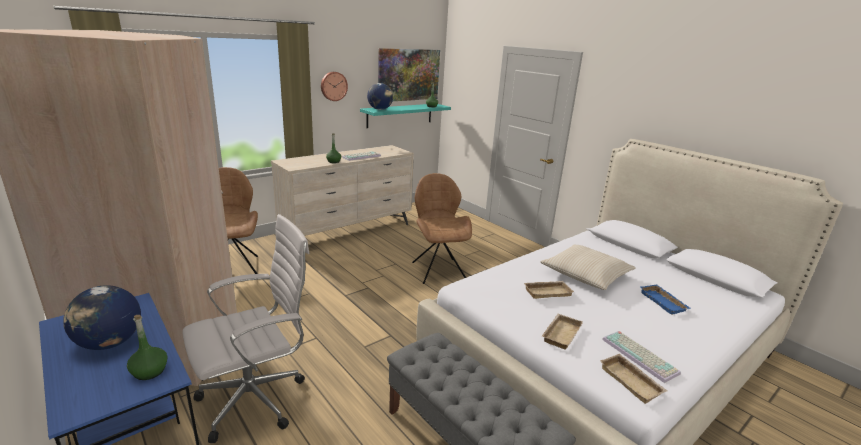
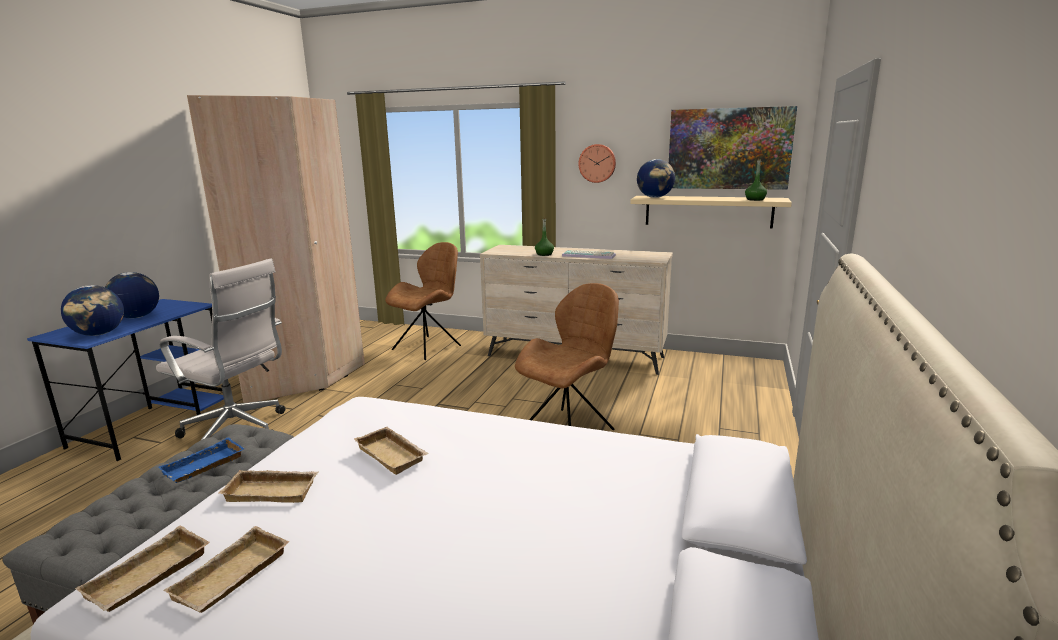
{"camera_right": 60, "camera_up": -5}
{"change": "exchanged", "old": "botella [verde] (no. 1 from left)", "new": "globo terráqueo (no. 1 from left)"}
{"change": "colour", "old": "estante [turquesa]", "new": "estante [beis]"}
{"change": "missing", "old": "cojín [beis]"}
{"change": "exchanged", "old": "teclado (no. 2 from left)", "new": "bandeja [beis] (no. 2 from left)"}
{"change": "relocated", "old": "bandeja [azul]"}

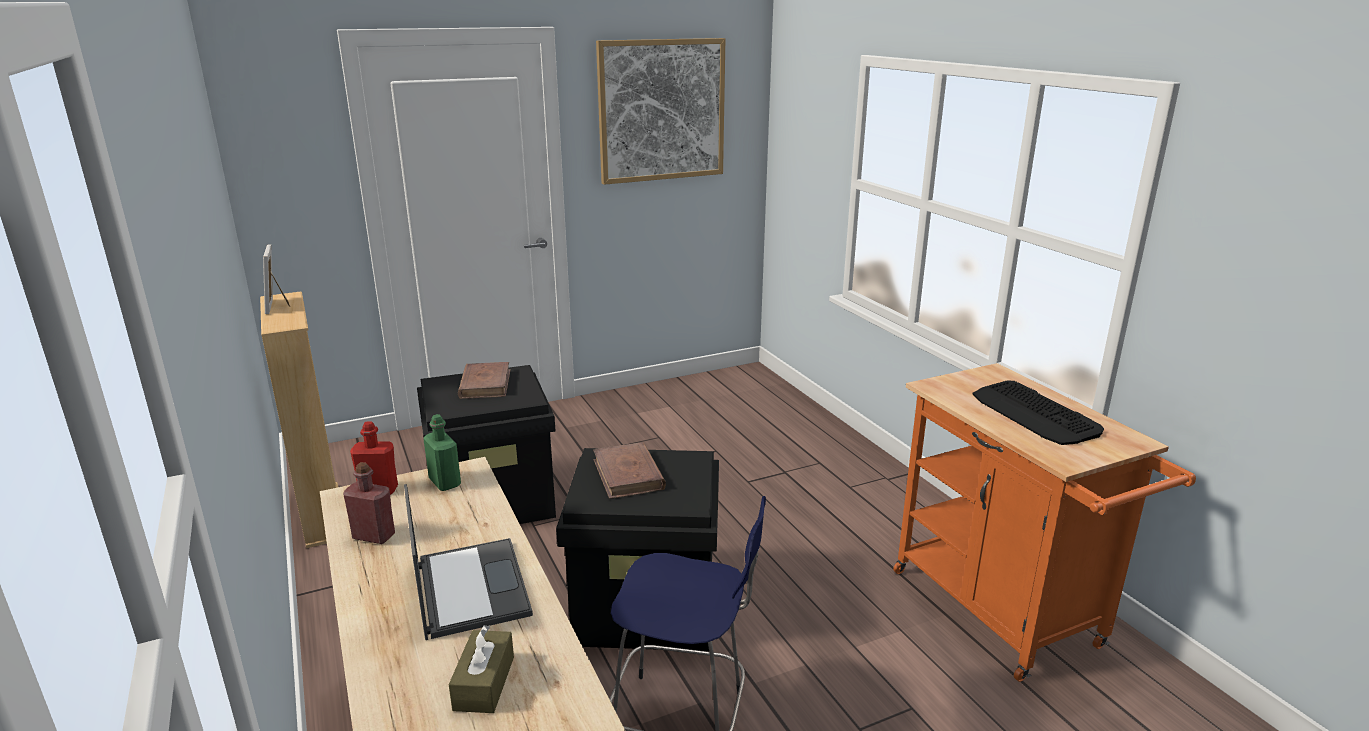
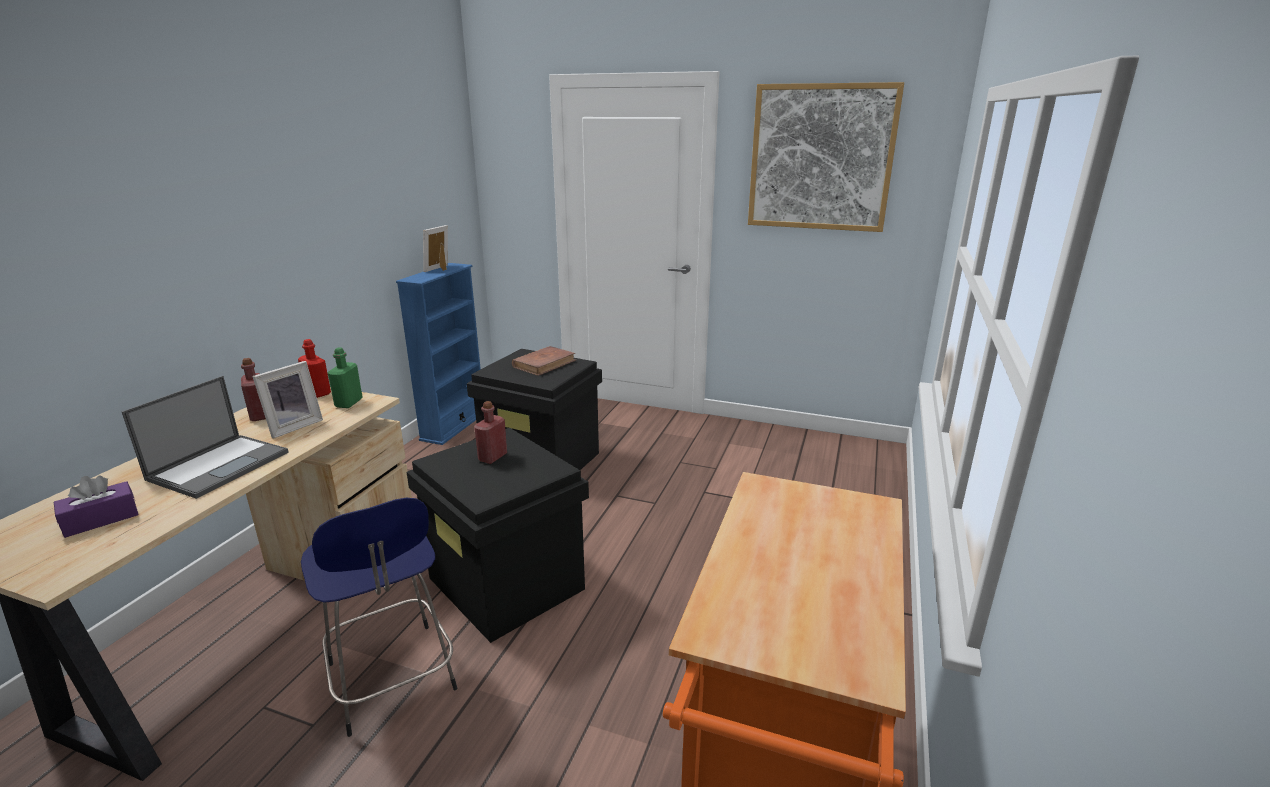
{"camera_right": 45, "camera_up": 0}
{"change": "colour", "old": "estantería [beis]", "new": "estantería [azul]"}
{"change": "colour", "old": "caja de pañuelos [marrón]", "new": "caja de pañuelos [morado]"}
{"change": "exchanged", "old": "libro [marrón] (no. 2 from left)", "new": "botella [rojo] (no. 3 from left)"}
{"change": "missing", "old": "teclado"}
{"change": "appeared", "new": "portarretratos (no. 1 from left)"}

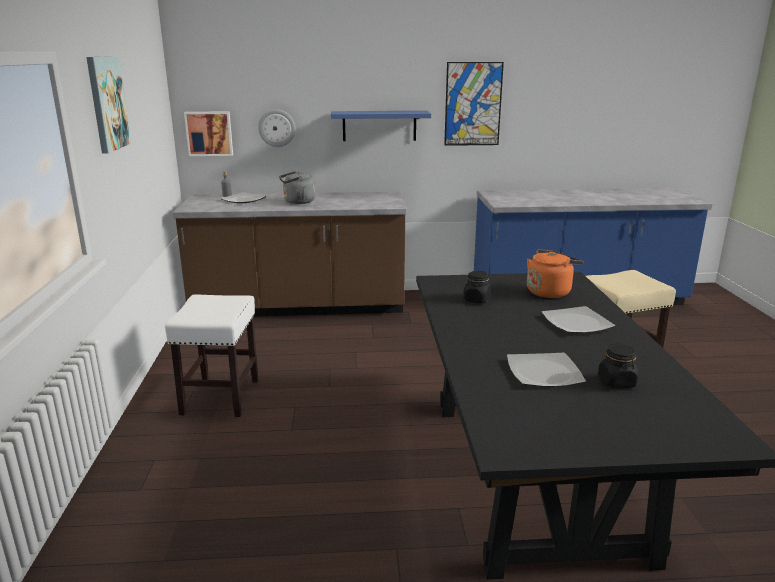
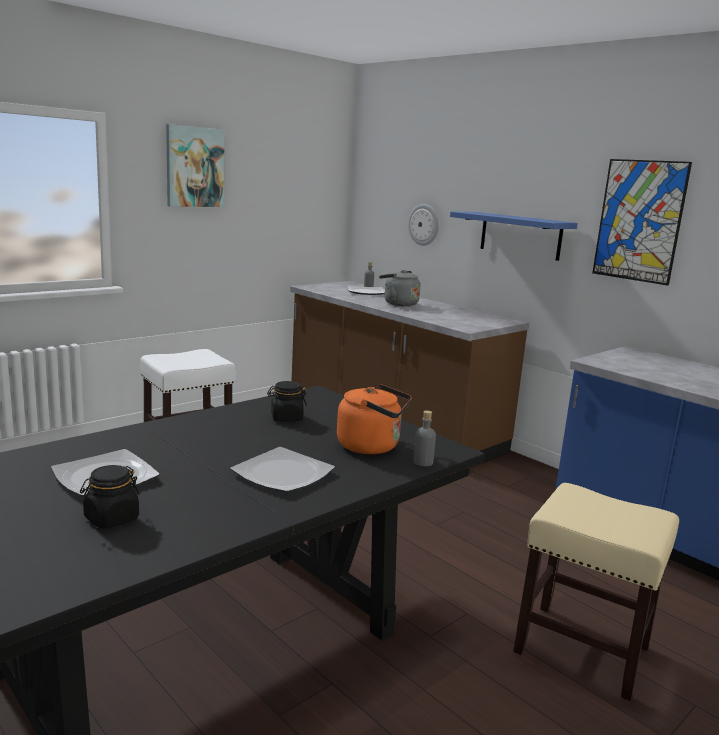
{"camera_right": 50, "camera_up": -5}
{"change": "missing", "old": "cuadro (no. 2 from left)"}
{"change": "appeared", "new": "botella [gris] (no. 2 from left)"}

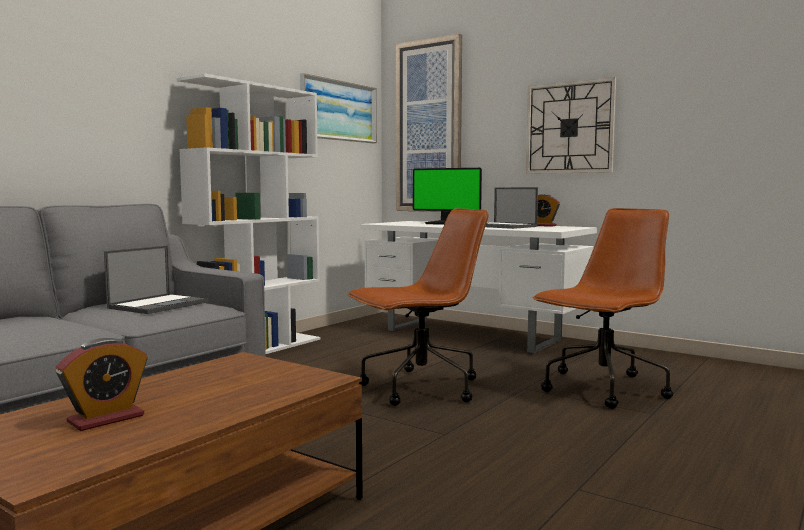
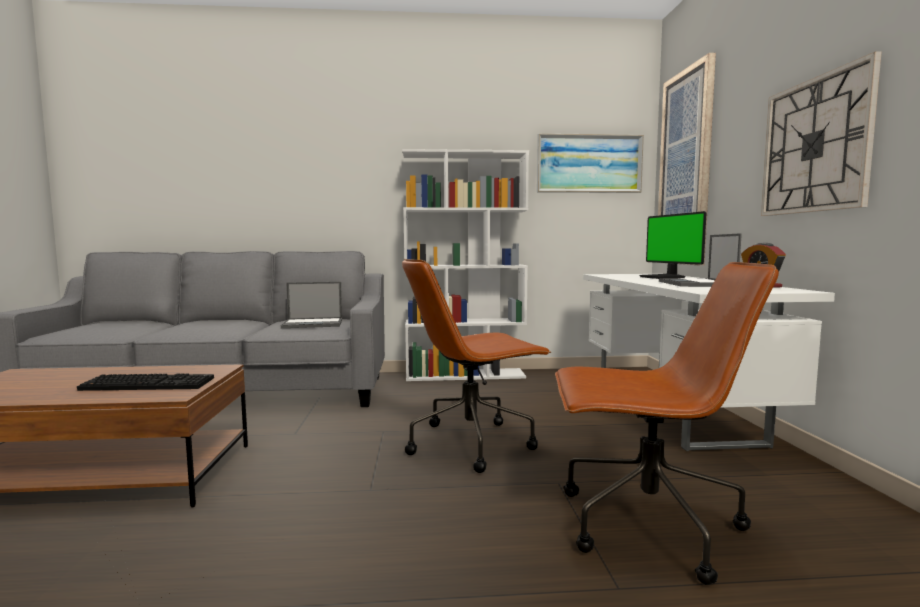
{"camera_right": 50, "camera_up": 0}
{"change": "missing", "old": "despertador (no. 1 from left)"}
{"change": "spun", "old": "silla de oficina [marrón] (no. 1 from left)", "degrees": 135}
{"change": "appeared", "new": "teclado"}

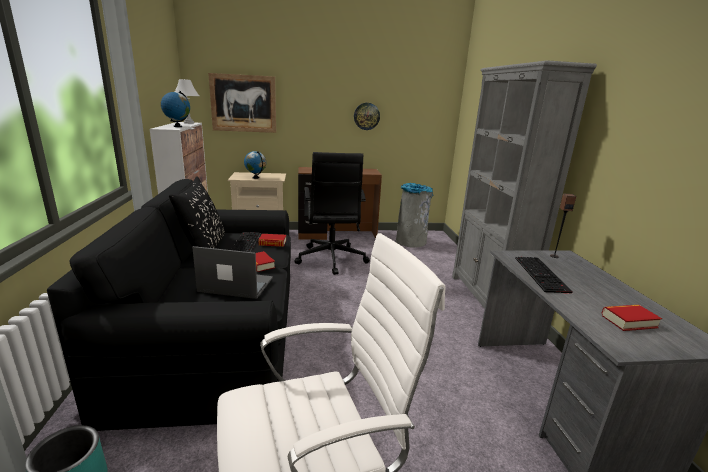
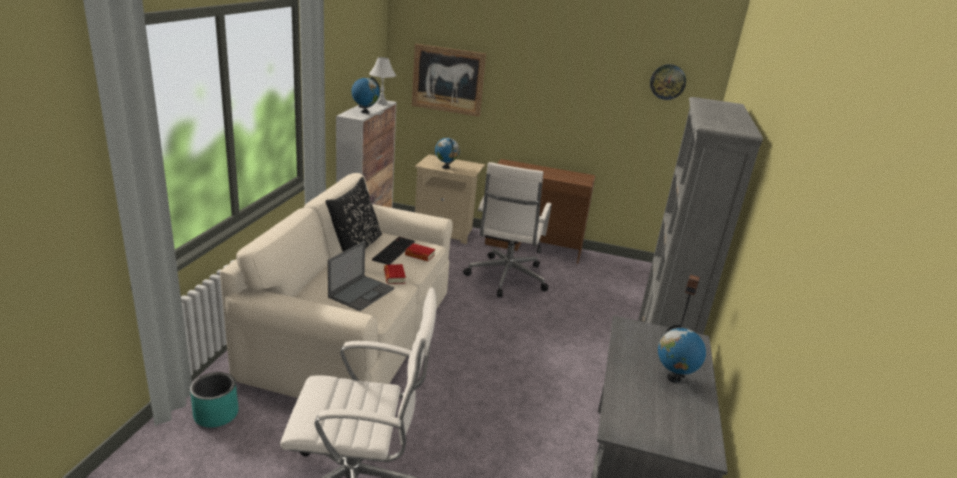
{"camera_right": 20, "camera_up": 5}
{"change": "colour", "old": "sofá [negro]", "new": "sofá [beis]"}
{"change": "spun", "old": "portátil", "degrees": 90}
{"change": "colour", "old": "silla de oficina [negro]", "new": "silla de oficina [blanco] (no. 2 from left)"}
{"change": "relocated", "old": "reloj de pared"}
{"change": "missing", "old": "papelera [gris]"}
{"change": "missing", "old": "teclado (no. 2 from left)"}
{"change": "missing", "old": "libro (no. 3 from left)"}
{"change": "appeared", "new": "globo terráqueo (no. 3 from left)"}

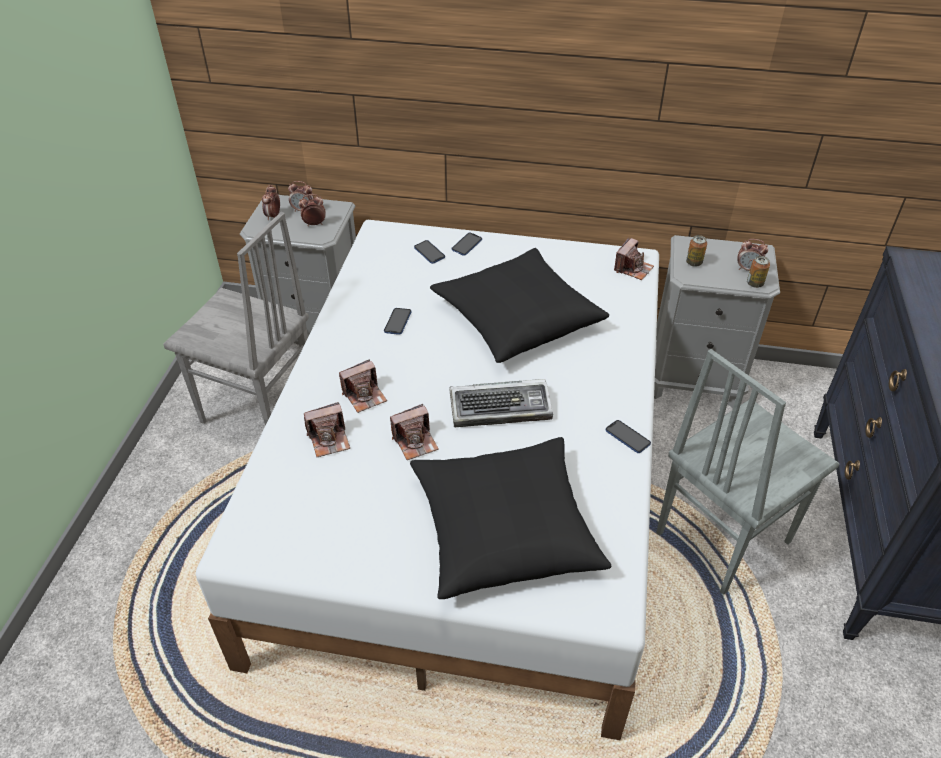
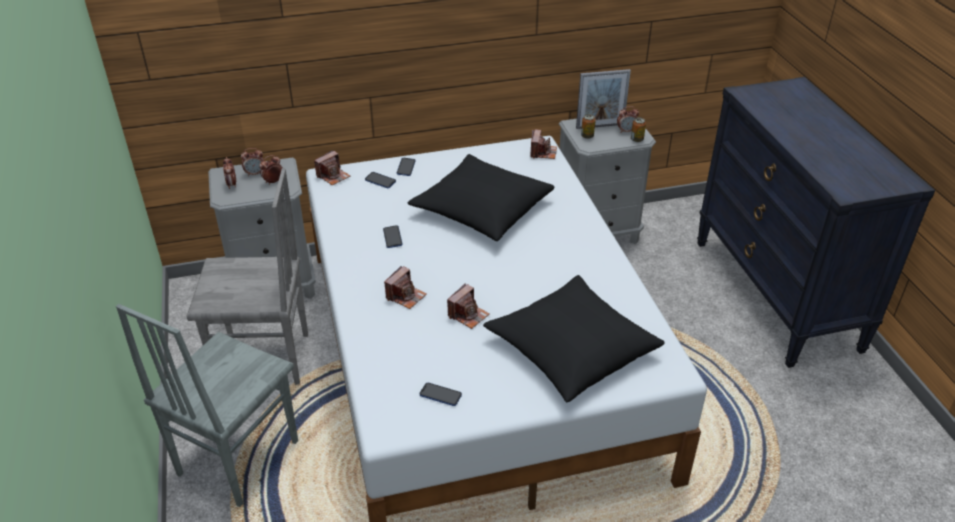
{"camera_right": -25, "camera_up": -5}
{"change": "relocated", "old": "cámara (no. 1 from left)"}
{"change": "missing", "old": "teclado"}
{"change": "relocated", "old": "móvil (no. 4 from left)"}
{"change": "relocated", "old": "silla [gris] (no. 2 from left in the first image)", "new": "silla [gris] (no. 1 from left)"}
{"change": "appeared", "new": "portarretratos"}

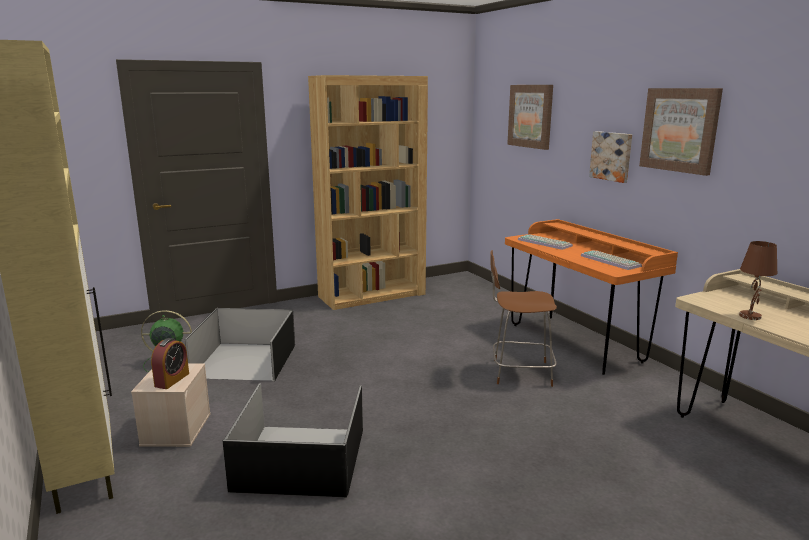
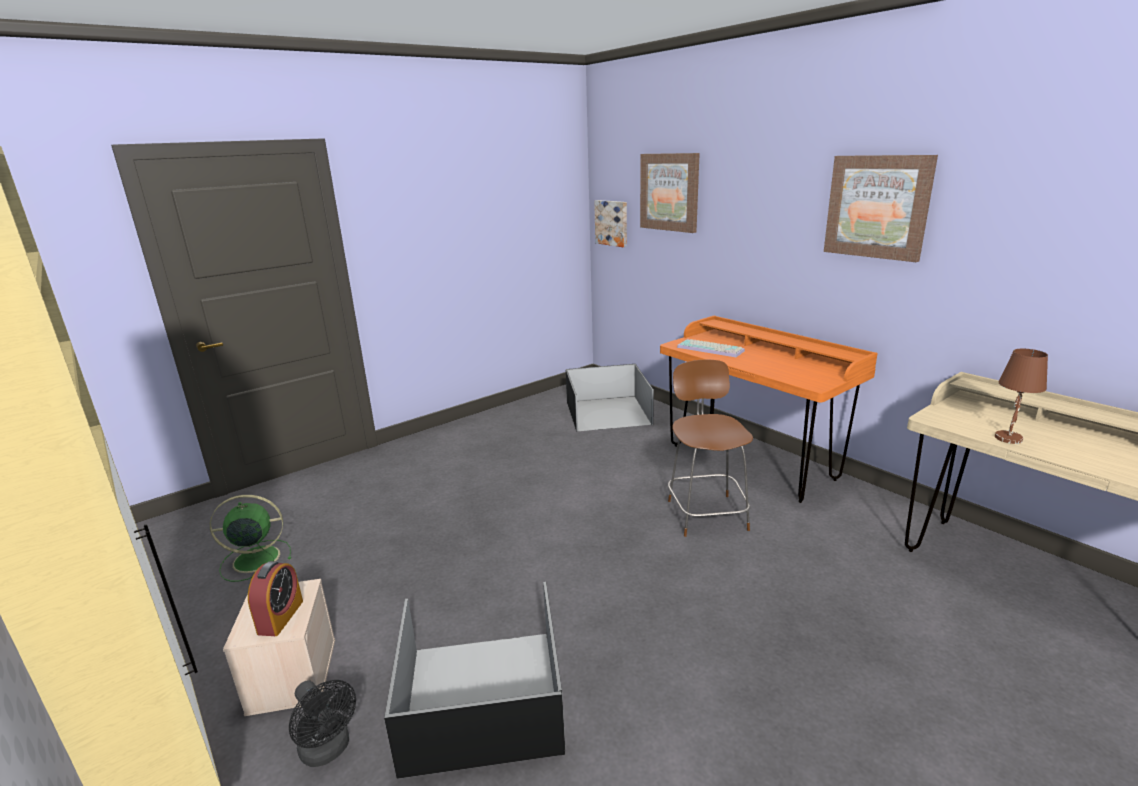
{"camera_right": -10, "camera_up": 5}
{"change": "relocated", "old": "caja de almacenaje [negro] (no. 1 from left in the first image)", "new": "caja de almacenaje [negro] (no. 2 from left)"}
{"change": "missing", "old": "estantería [marrón]"}
{"change": "spun", "old": "silla [marrón]", "degrees": 90}
{"change": "missing", "old": "teclado (no. 2 from left)"}
{"change": "relocated", "old": "cuadro (no. 2 from left in the first image)", "new": "cuadro (no. 1 from left)"}
{"change": "appeared", "new": "ventilador [negro]"}

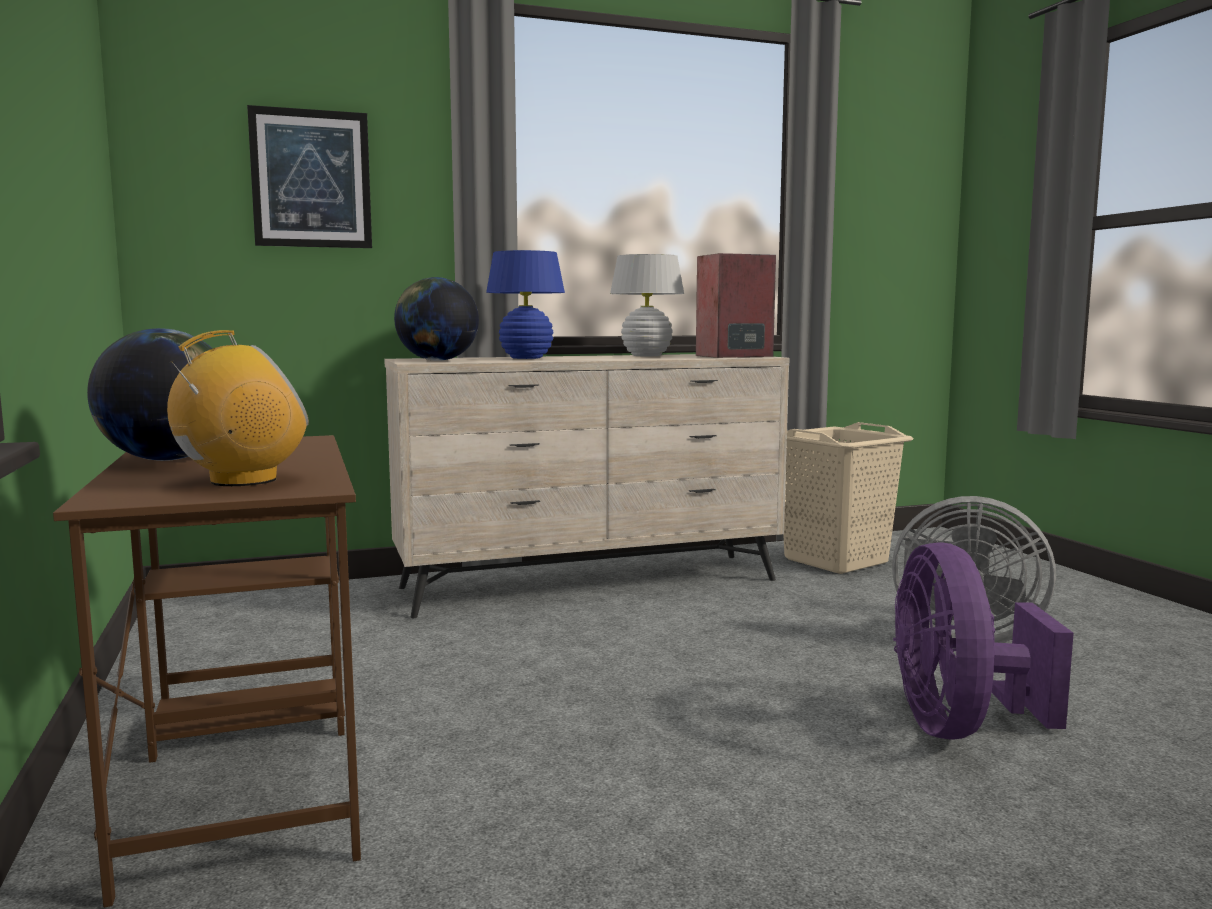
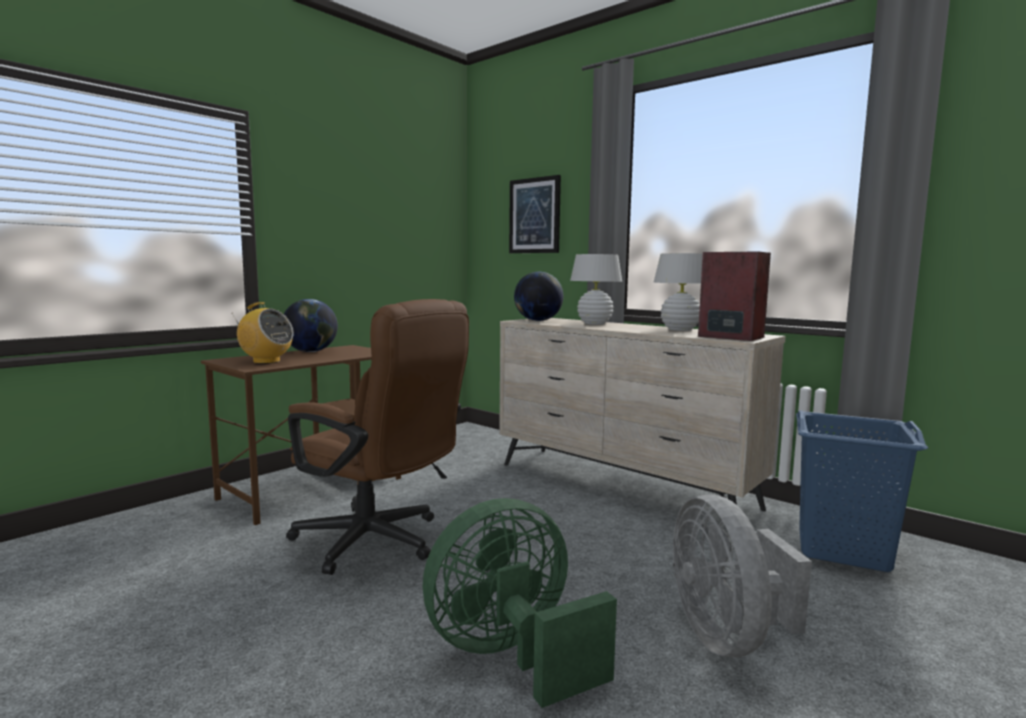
{"camera_right": 60, "camera_up": 0}
{"change": "colour", "old": "lámpara de mesa [azul]", "new": "lámpara de mesa [blanco] (no. 1 from left)"}
{"change": "colour", "old": "cesto de la ropa [beis]", "new": "cesto de la ropa [azul]"}
{"change": "colour", "old": "ventilador [morado]", "new": "ventilador [verde]"}
{"change": "appeared", "new": "silla de oficina [marrón]"}

